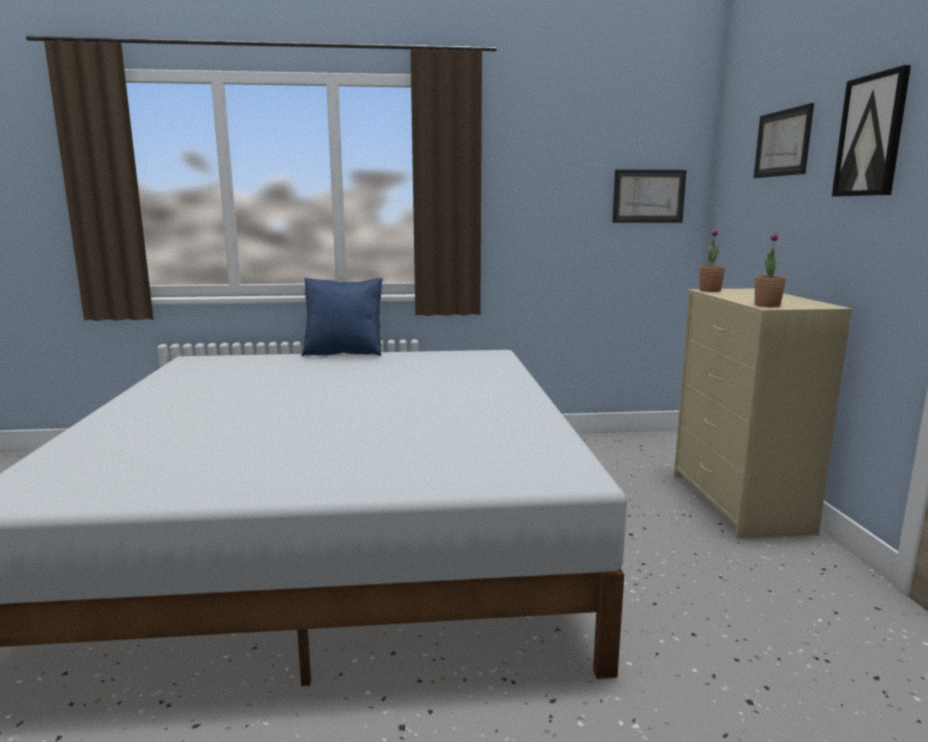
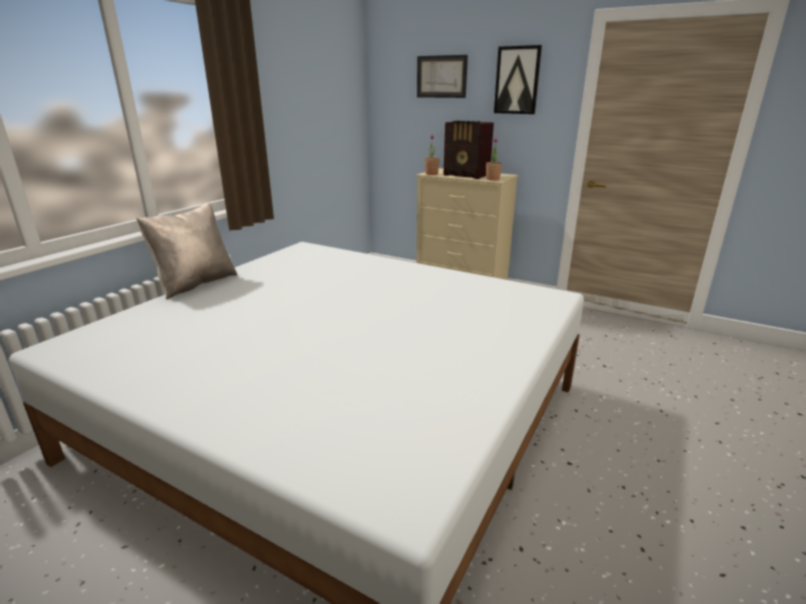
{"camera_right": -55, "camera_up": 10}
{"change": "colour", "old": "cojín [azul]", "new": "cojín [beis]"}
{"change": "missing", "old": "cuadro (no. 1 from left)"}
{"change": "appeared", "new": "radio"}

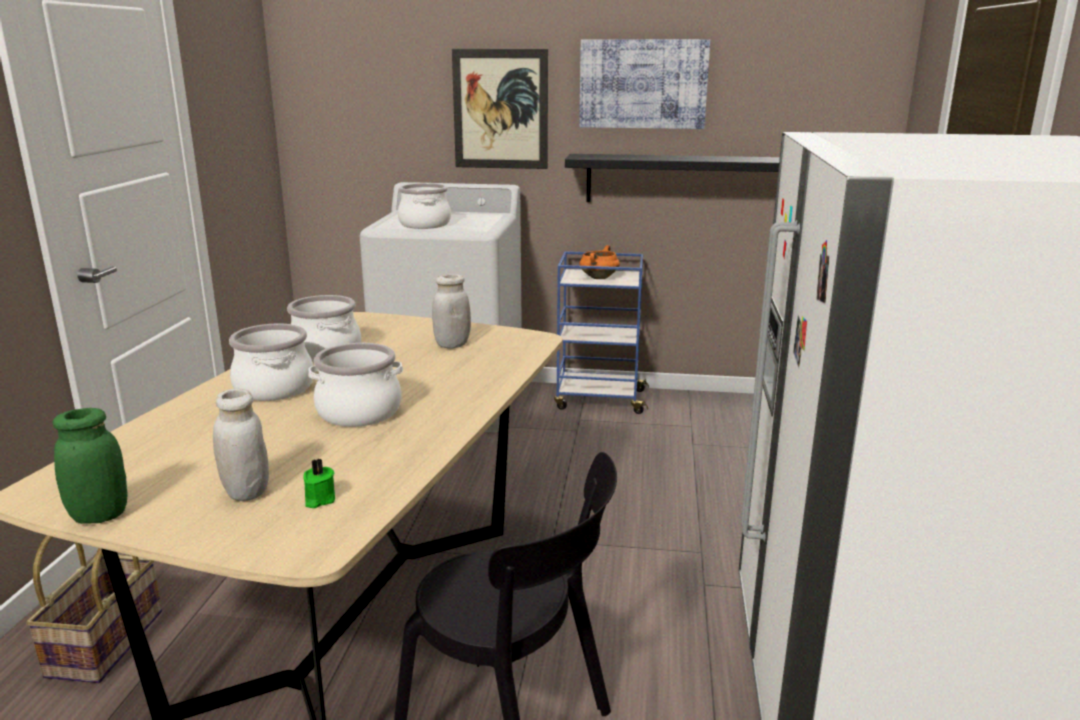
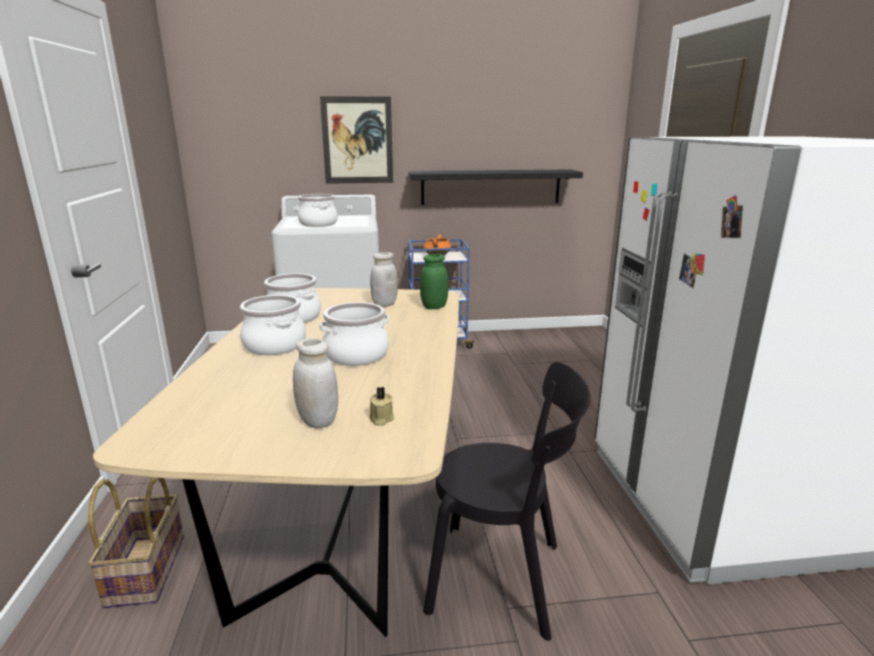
{"camera_right": -15, "camera_up": 0}
{"change": "relocated", "old": "tarro [verde]"}
{"change": "colour", "old": "vela [verde]", "new": "vela [beis]"}
{"change": "missing", "old": "cuadro (no. 2 from left)"}

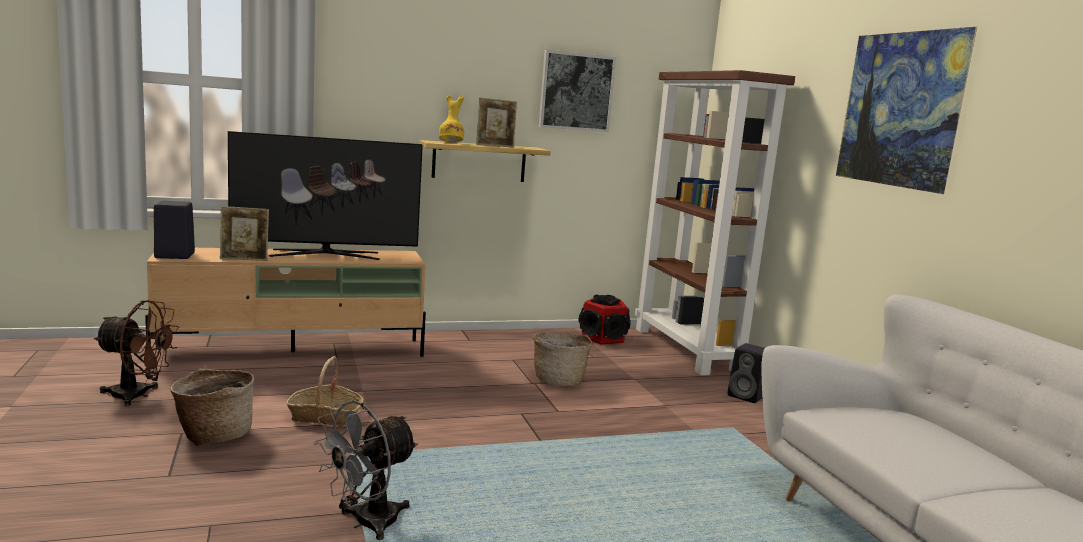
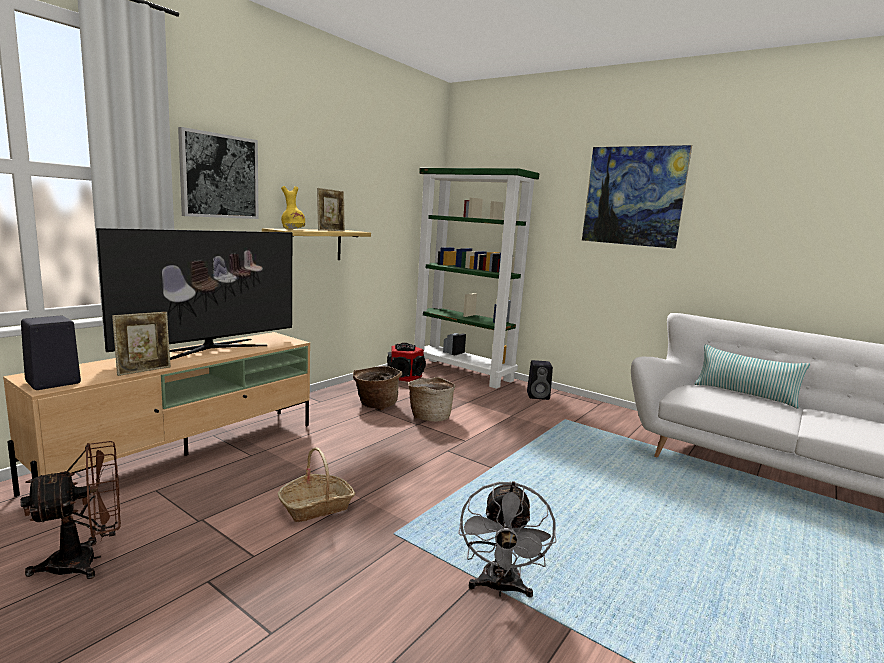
{"camera_right": -35, "camera_up": 0}
{"change": "relocated", "old": "cesta (no. 1 from left in the first image)", "new": "cesta (no. 2 from left)"}
{"change": "relocated", "old": "cuadro (no. 1 from left)"}
{"change": "colour", "old": "estantería [marrón]", "new": "estantería [verde]"}
{"change": "appeared", "new": "cojín"}

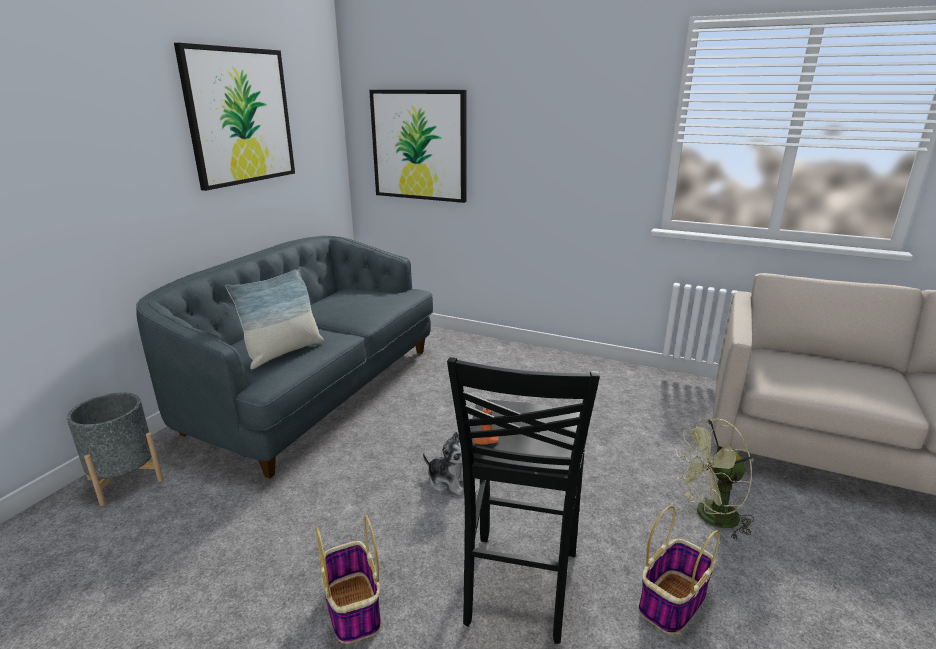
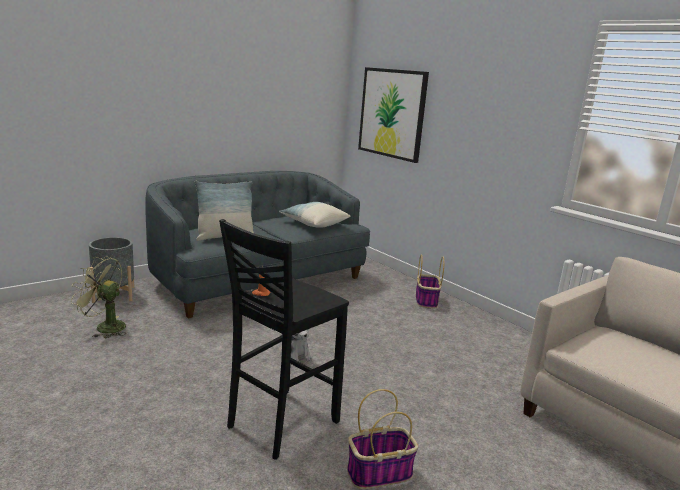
{"camera_right": 25, "camera_up": -5}
{"change": "missing", "old": "cuadro (no. 1 from left)"}
{"change": "relocated", "old": "cesta (no. 1 from left in the first image)", "new": "cesta (no. 2 from left)"}
{"change": "relocated", "old": "ventilador [verde]"}
{"change": "appeared", "new": "cojín (no. 2 from left)"}

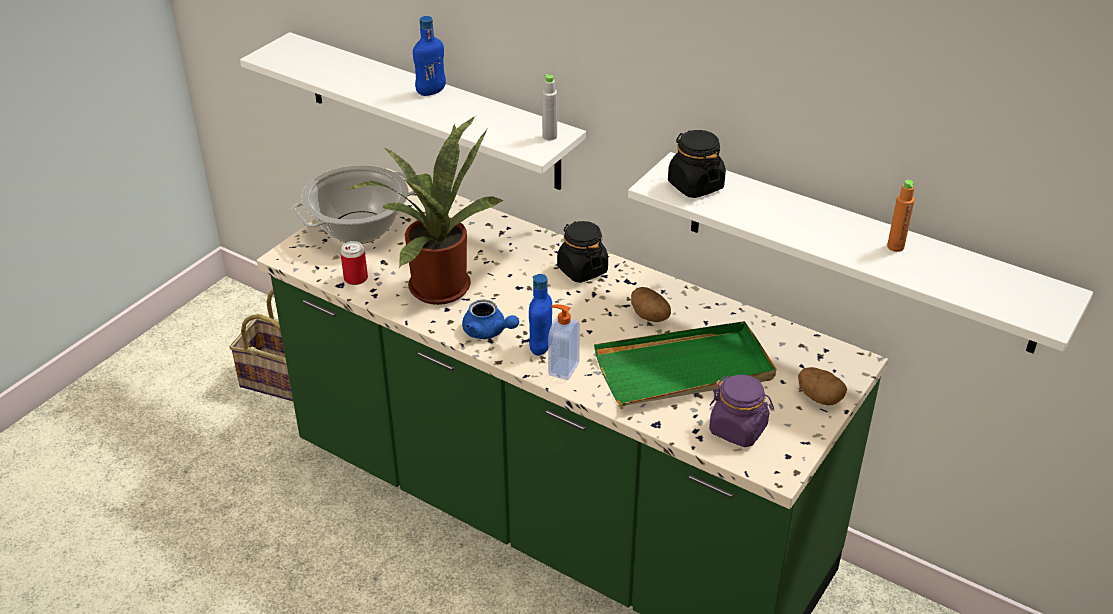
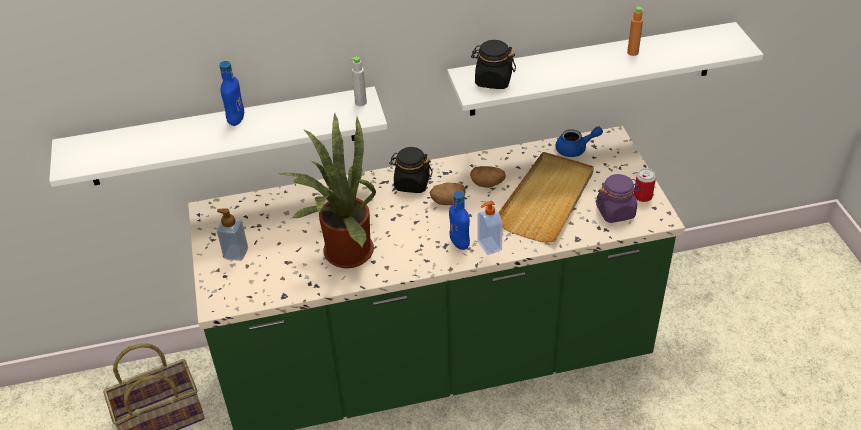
{"camera_right": -45, "camera_up": 5}
{"change": "exchanged", "old": "olla", "new": "dispensador de jabón (no. 1 from left)"}
{"change": "relocated", "old": "lata"}
{"change": "relocated", "old": "tetera [azul]"}
{"change": "colour", "old": "bandeja [verde]", "new": "bandeja [beis]"}
{"change": "relocated", "old": "patata (no. 2 from left in the first image)", "new": "patata (no. 1 from left)"}

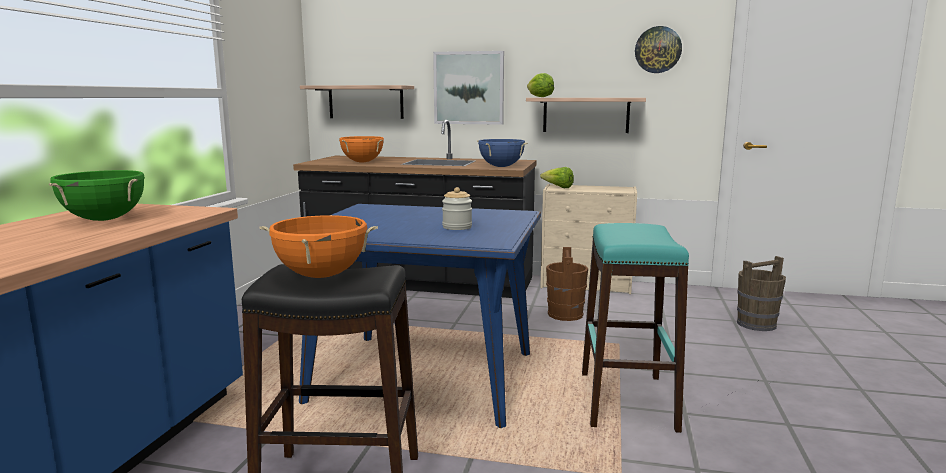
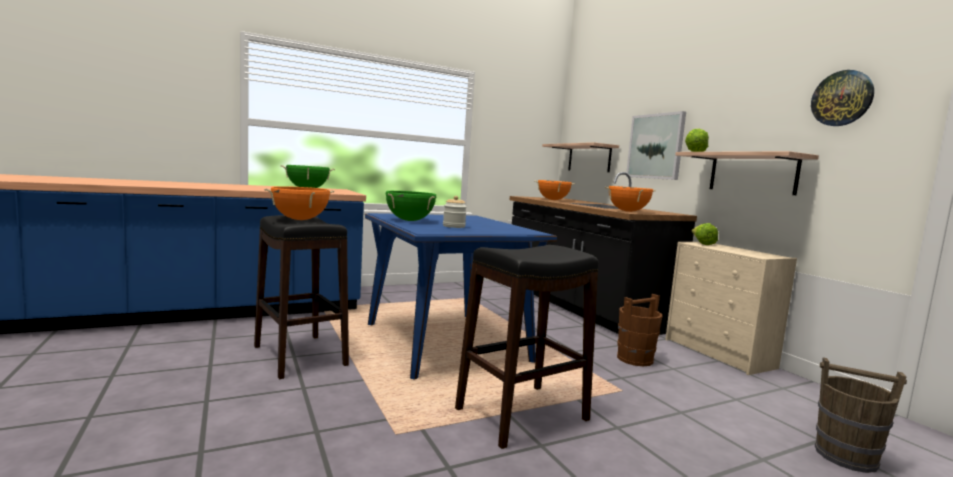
{"camera_right": 50, "camera_up": -5}
{"change": "colour", "old": "olla [azul]", "new": "olla [naranja] (no. 3 from left)"}
{"change": "colour", "old": "taburete [turquesa]", "new": "taburete [negro] (no. 2 from left)"}
{"change": "appeared", "new": "olla [verde] (no. 2 from left)"}

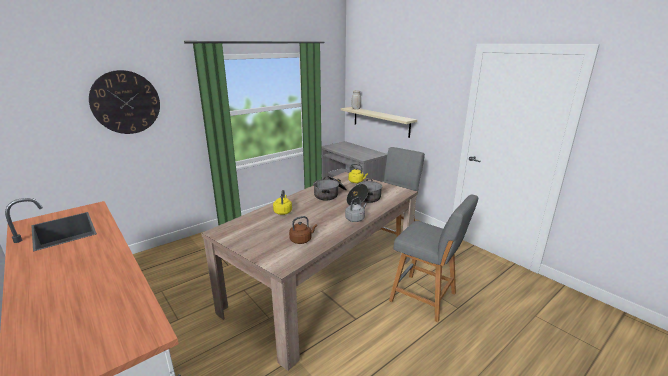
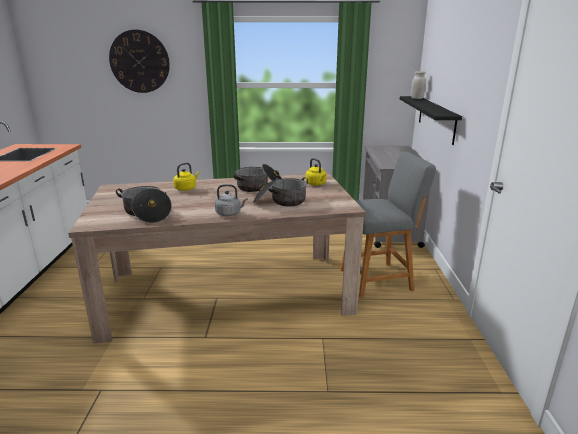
{"camera_right": 40, "camera_up": 0}
{"change": "exchanged", "old": "hervidor [marrón]", "new": "olla (no. 1 from left)"}
{"change": "colour", "old": "estante [beis]", "new": "estante [negro]"}
{"change": "missing", "old": "taburete [gris] (no. 2 from left)"}

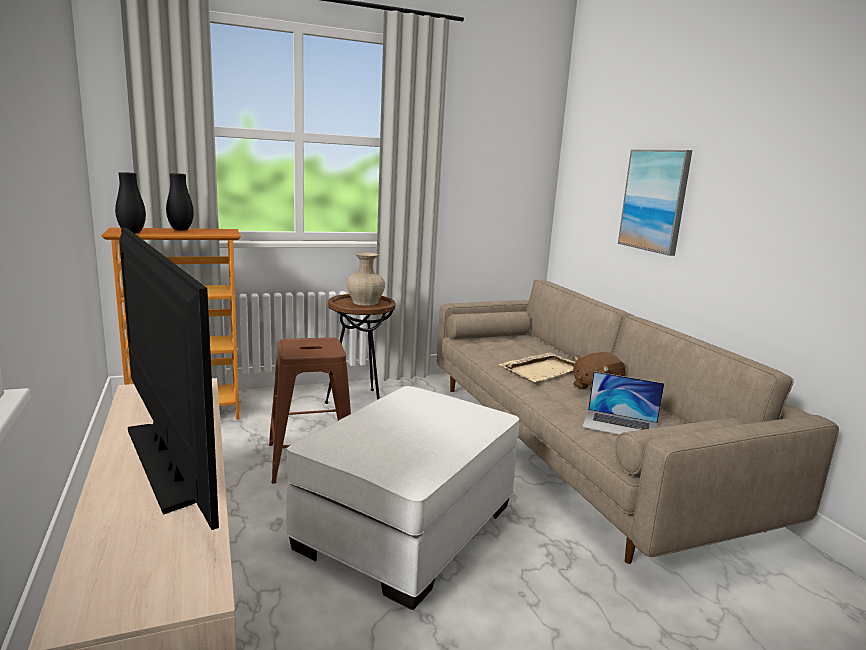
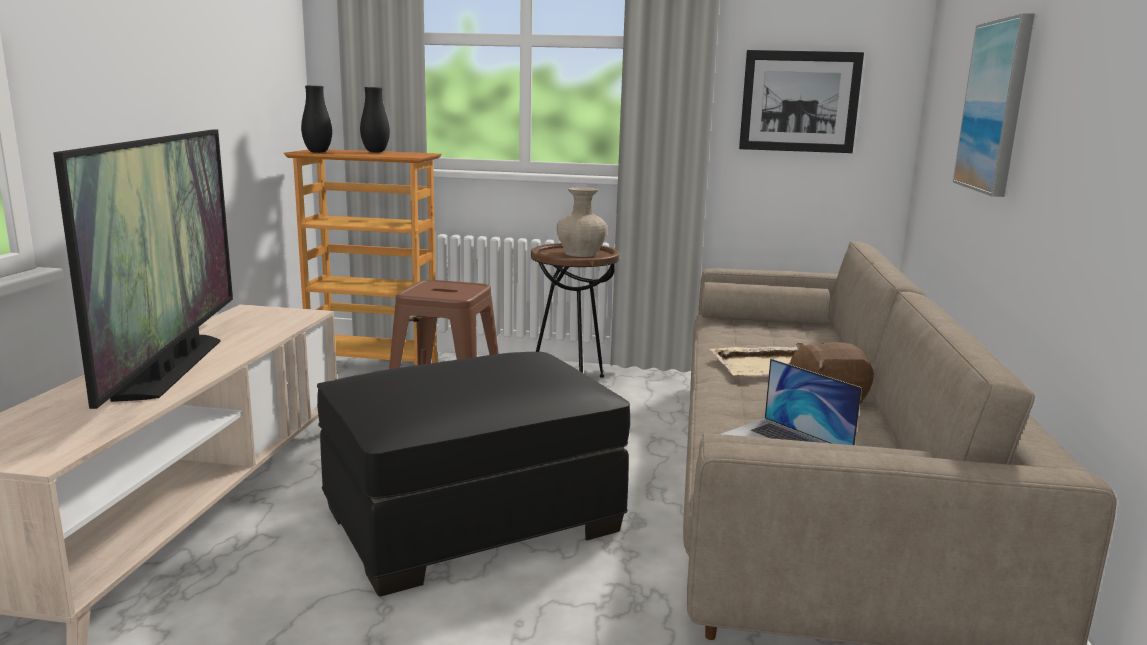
{"camera_right": 30, "camera_up": 0}
{"change": "colour", "old": "puf [blanco]", "new": "puf [negro]"}
{"change": "appeared", "new": "cuadro (no. 1 from left)"}

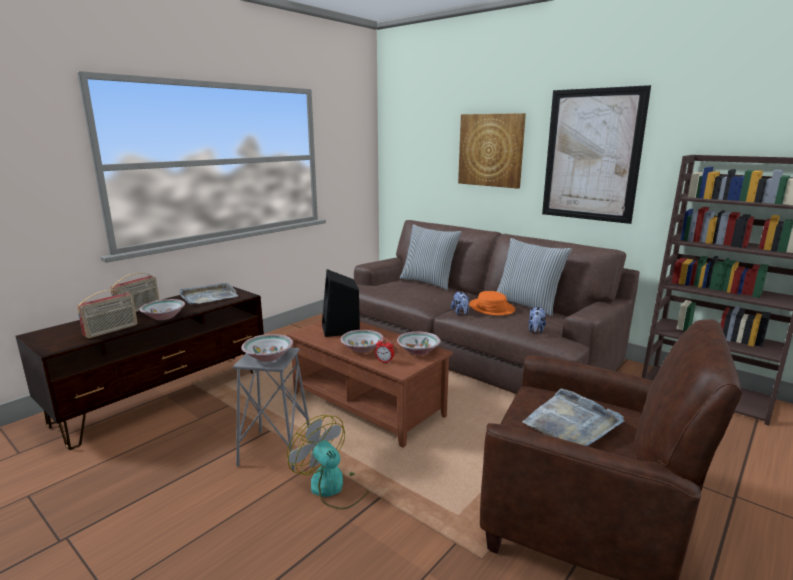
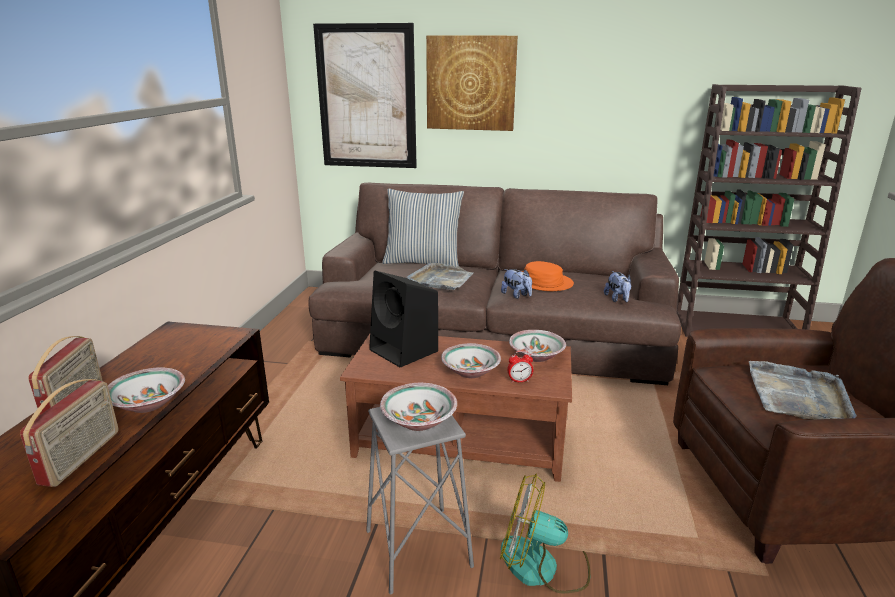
{"camera_right": -30, "camera_up": 5}
{"change": "relocated", "old": "bandeja [gris] (no. 1 from left)"}
{"change": "missing", "old": "cojín (no. 2 from left)"}
{"change": "relocated", "old": "cuadro (no. 2 from left in the first image)", "new": "cuadro (no. 1 from left)"}

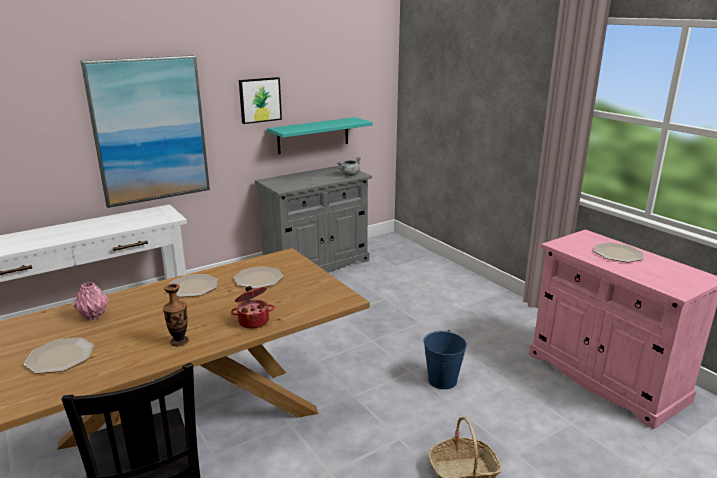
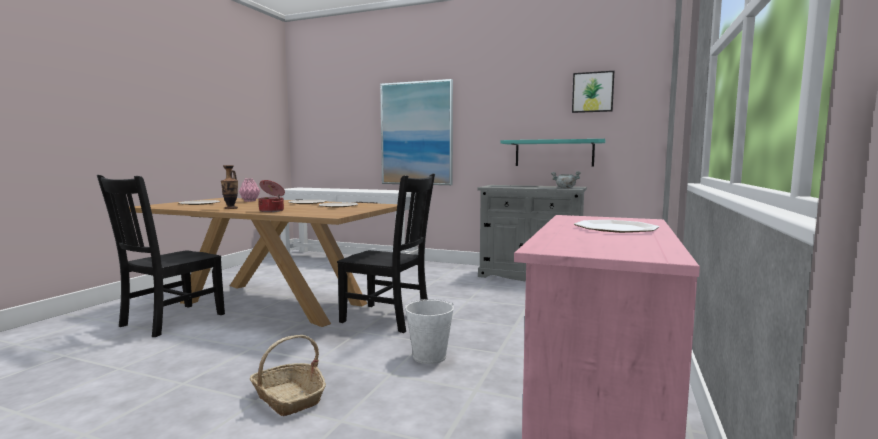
{"camera_right": 55, "camera_up": -15}
{"change": "relocated", "old": "cuadro (no. 2 from left)"}
{"change": "colour", "old": "cubo [azul]", "new": "cubo [blanco]"}
{"change": "appeared", "new": "silla [negro] (no. 2 from left)"}

